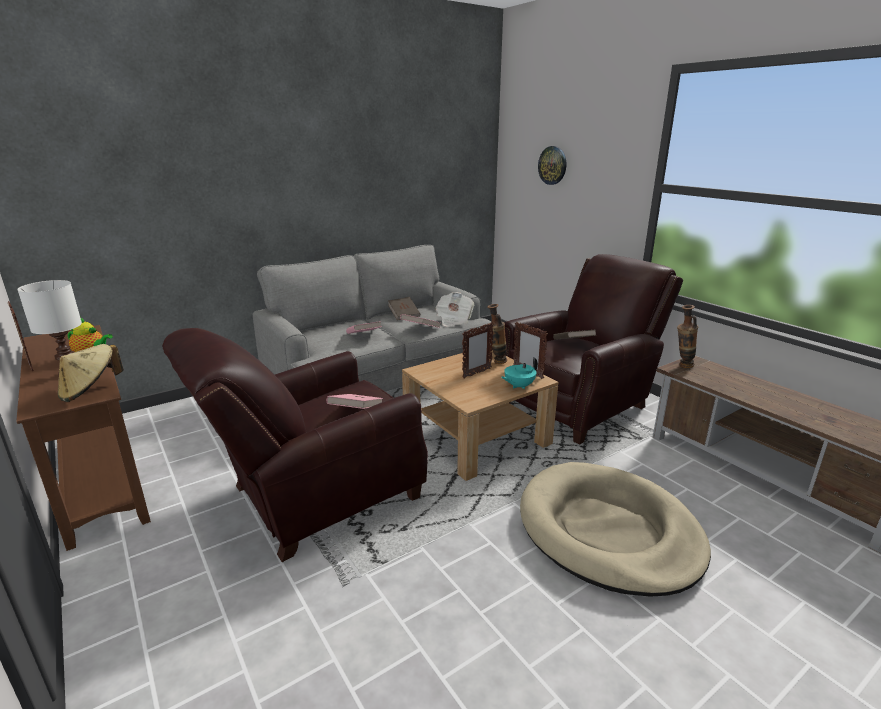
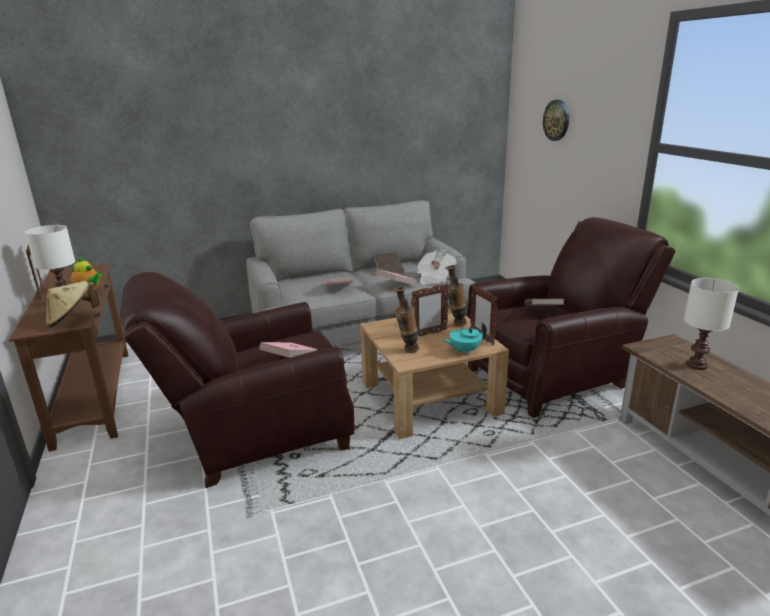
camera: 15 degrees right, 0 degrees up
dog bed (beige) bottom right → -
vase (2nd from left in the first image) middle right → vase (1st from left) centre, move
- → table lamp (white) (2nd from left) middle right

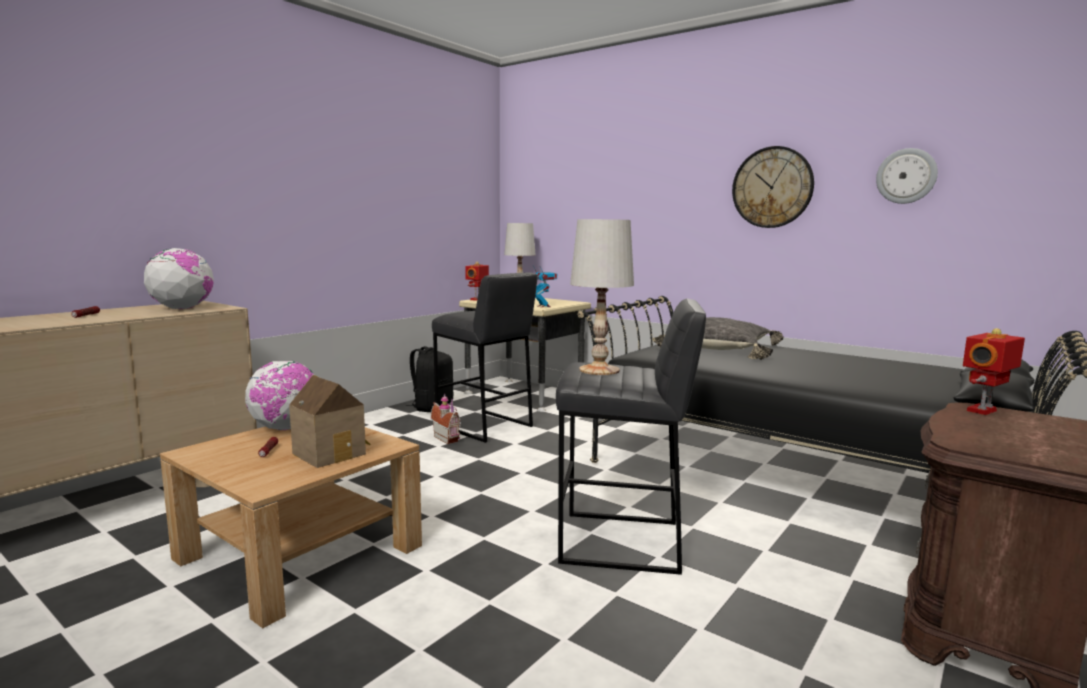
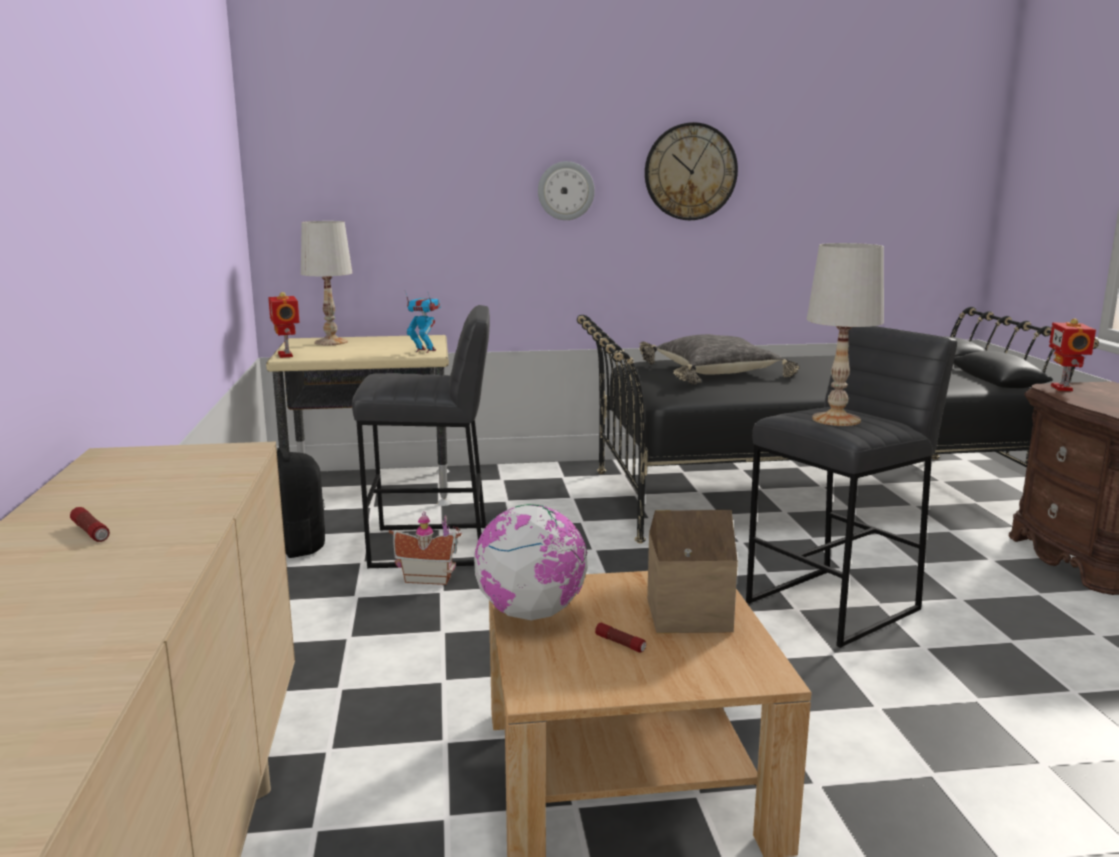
camera: 45 degrees left, 5 degrees up
globe (1st from left) middle left → -
wall clock (2nd from left in the first image) top right → wall clock (1st from left) top centre, move

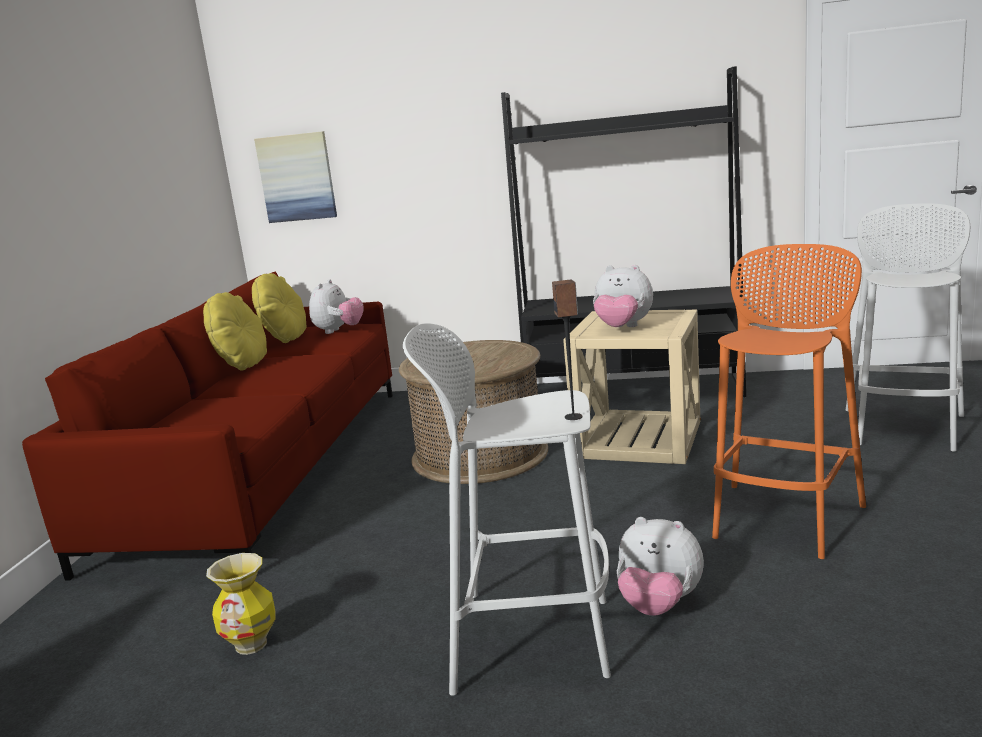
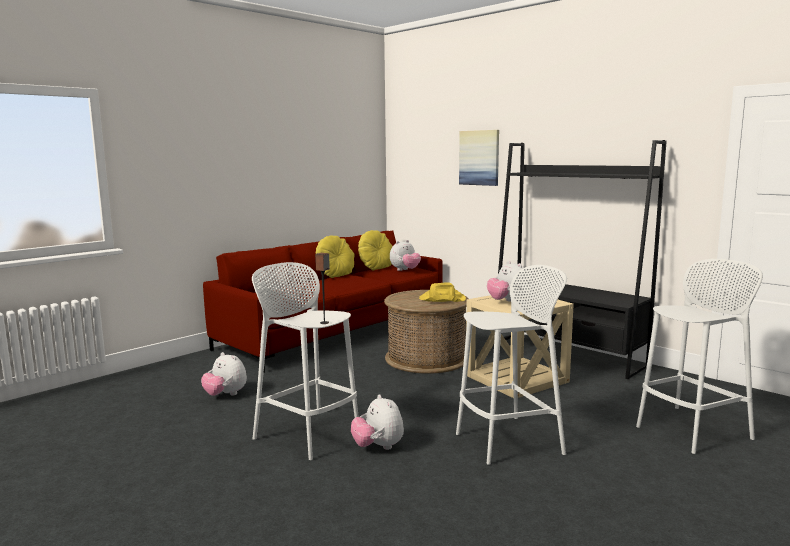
camera: 35 degrees right, 5 degrees down
vase bottom left → plush toy (1st from left) bottom left
picture top left → picture top centre, move
stool (orange) middle right → stool (white) (2nd from left) bottom centre
- → hat (yellow) centre

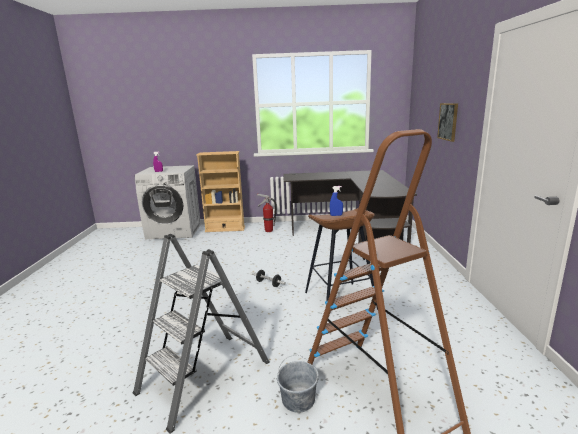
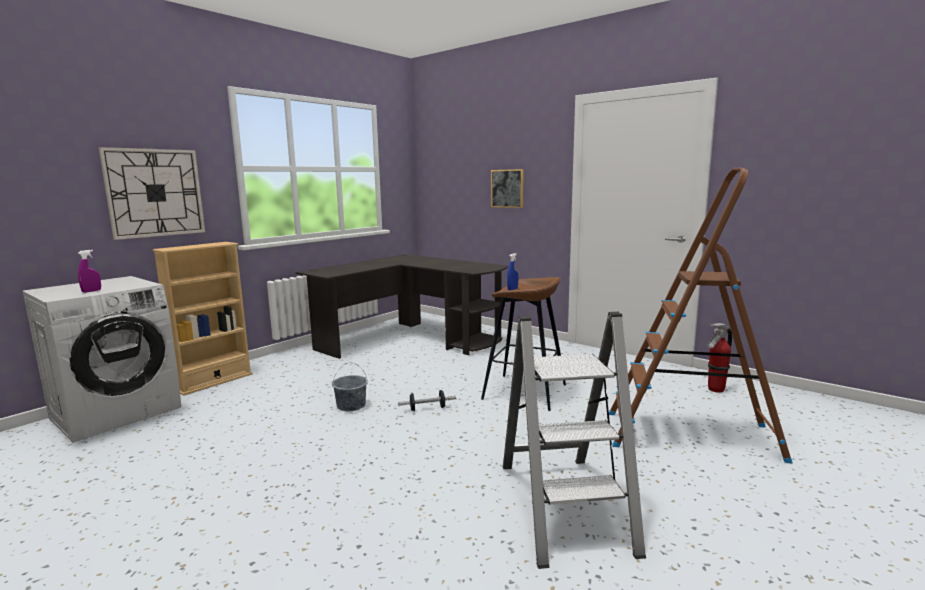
camera: 50 degrees left, 5 degrees down
fire extinguisher centre → fire extinguisher middle right, move
bucket (grey) bottom centre → bucket (grey) centre, move
- → wall clock top left

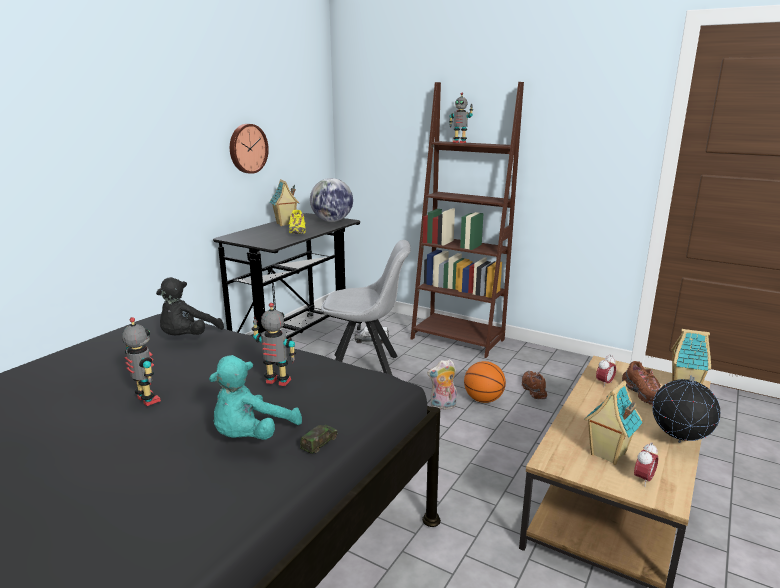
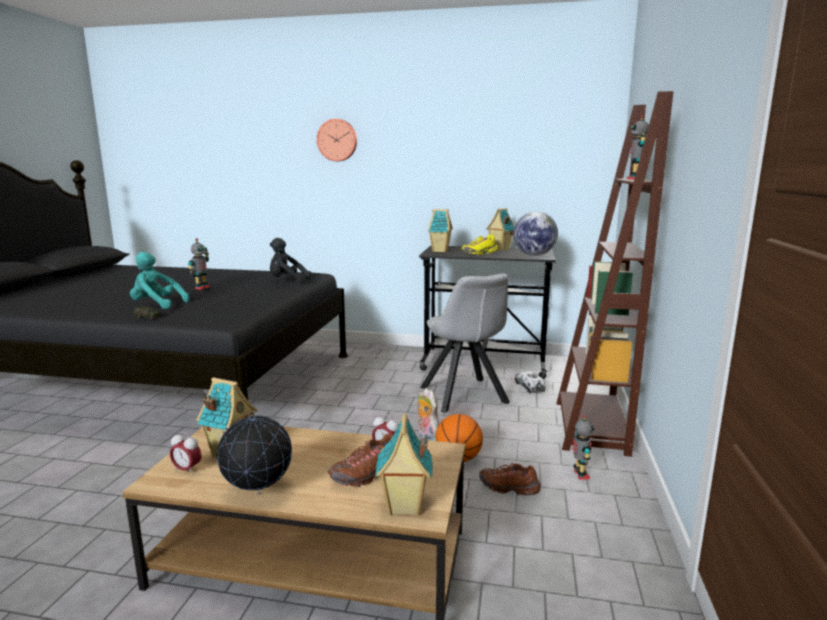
camera: 70 degrees right, 5 degrees down
wall clock top left → wall clock top centre, move
toy robot (2nd from left) centre → toy robot (2nd from left) bottom right, move
shoe (brown) (1st from left in the first image) middle right → shoe (brown) (2nd from left) bottom centre, 135 degrees counterclockwise
- → toy house (3rd from left) centre

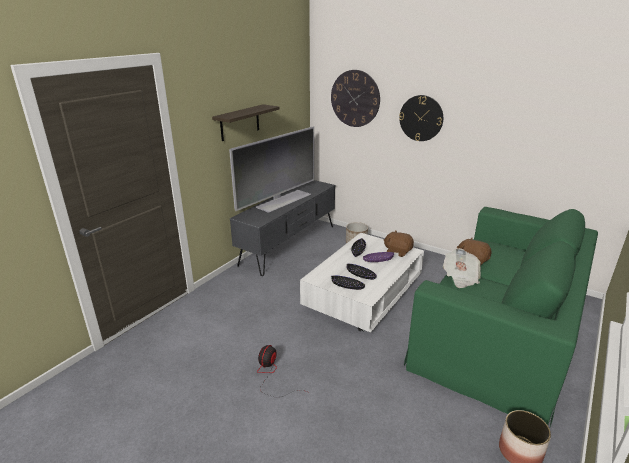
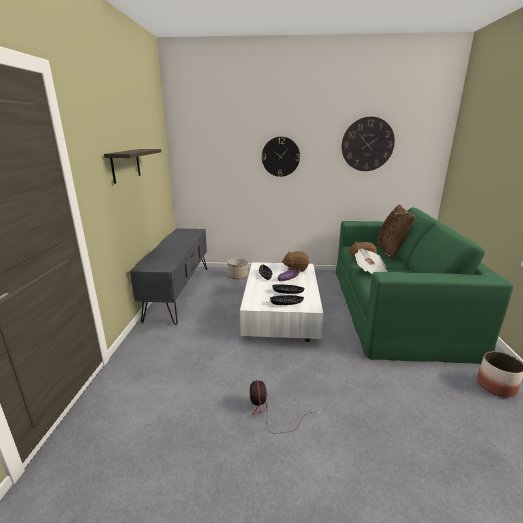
camera: 30 degrees left, 5 degrees down
television centre → -
wall clock (1st from left in the first image) top centre → wall clock (2nd from left) top right, move
- → pillow (brown) middle right

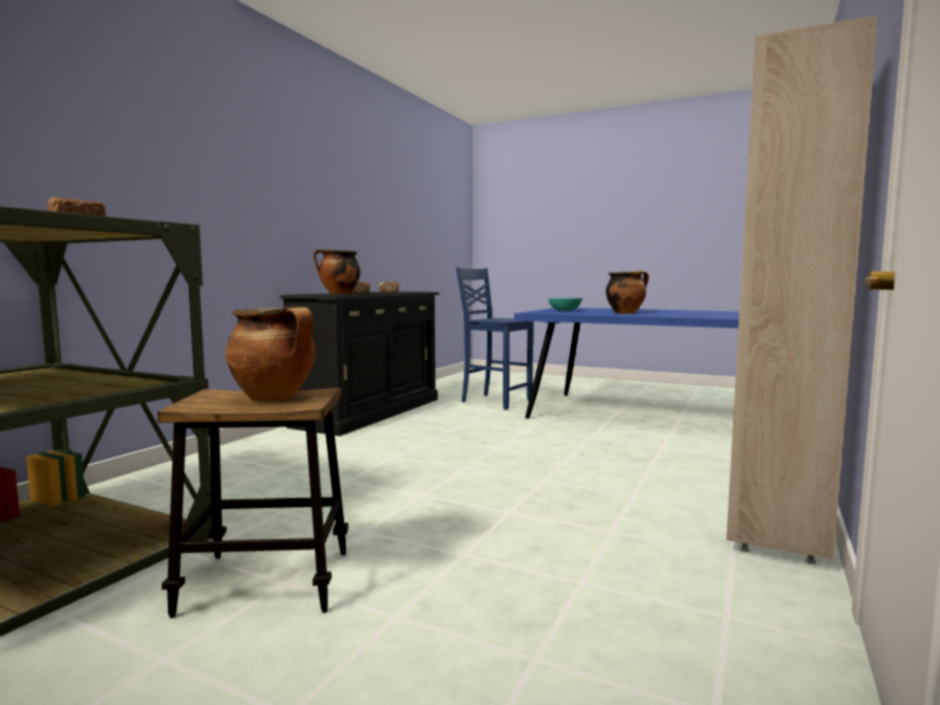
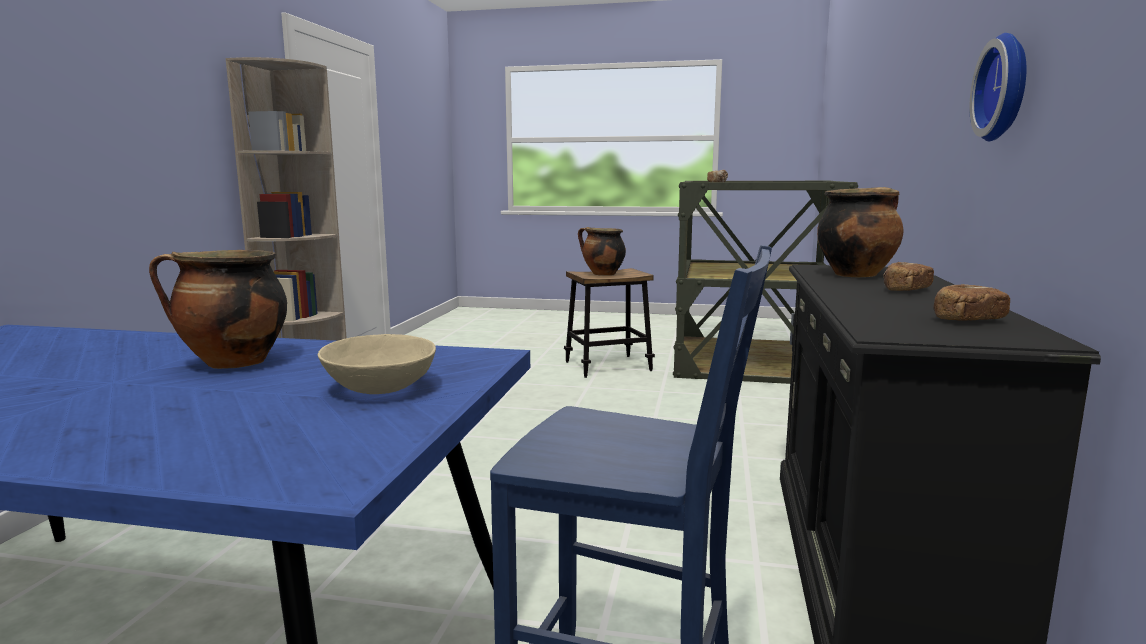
camera: 165 degrees right, 5 degrees up
bowl (turquoise) centre → bowl (beige) middle left
- → wall clock top right

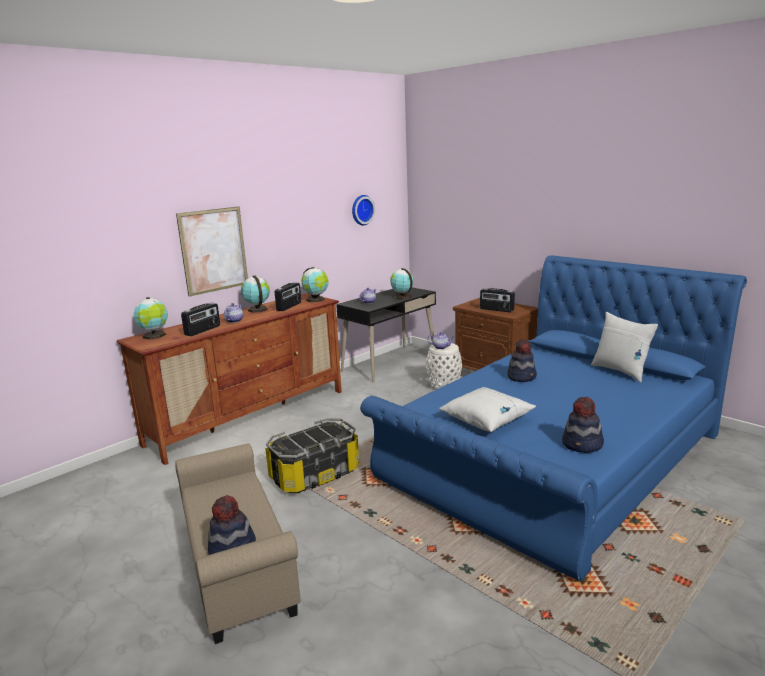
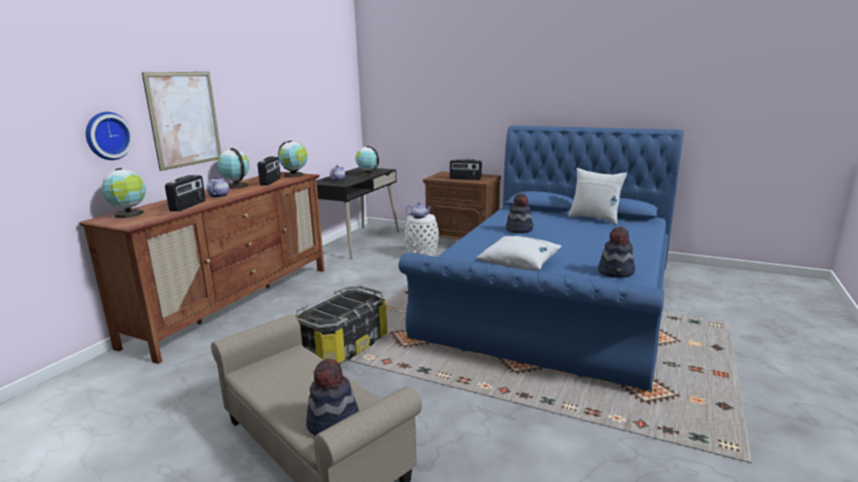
camera: 20 degrees left, 0 degrees up
wall clock top centre → wall clock top left, move

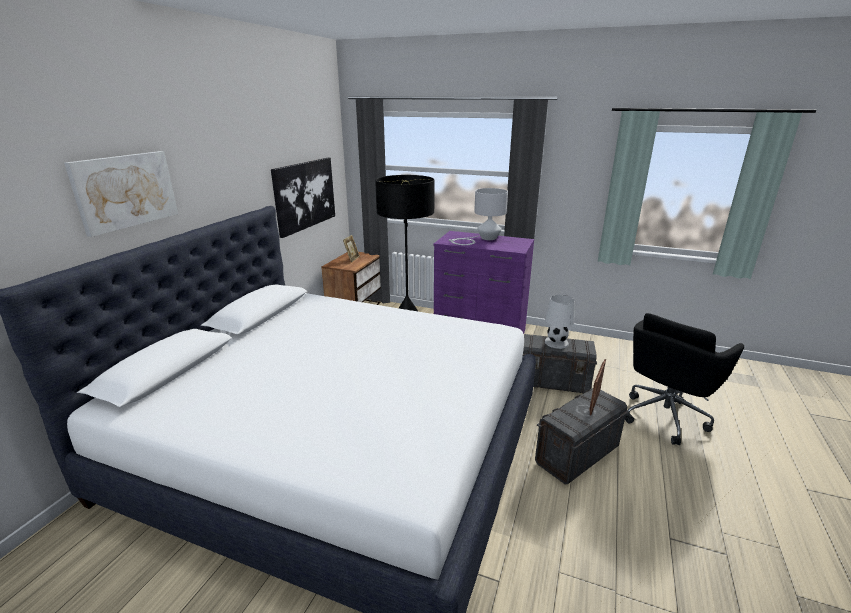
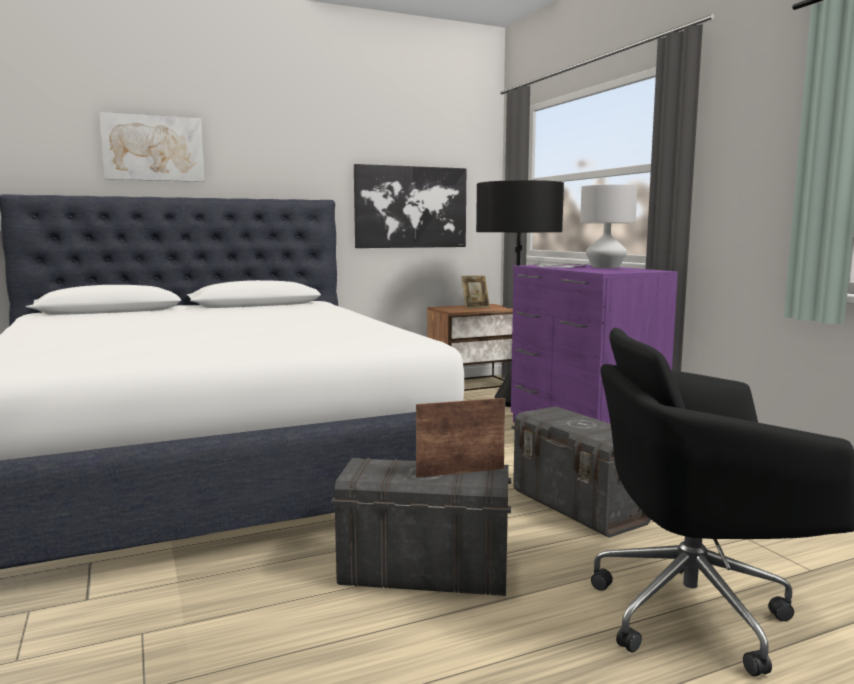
camera: 45 degrees right, 15 degrees down
table lamp (white) (2nd from left) centre → -

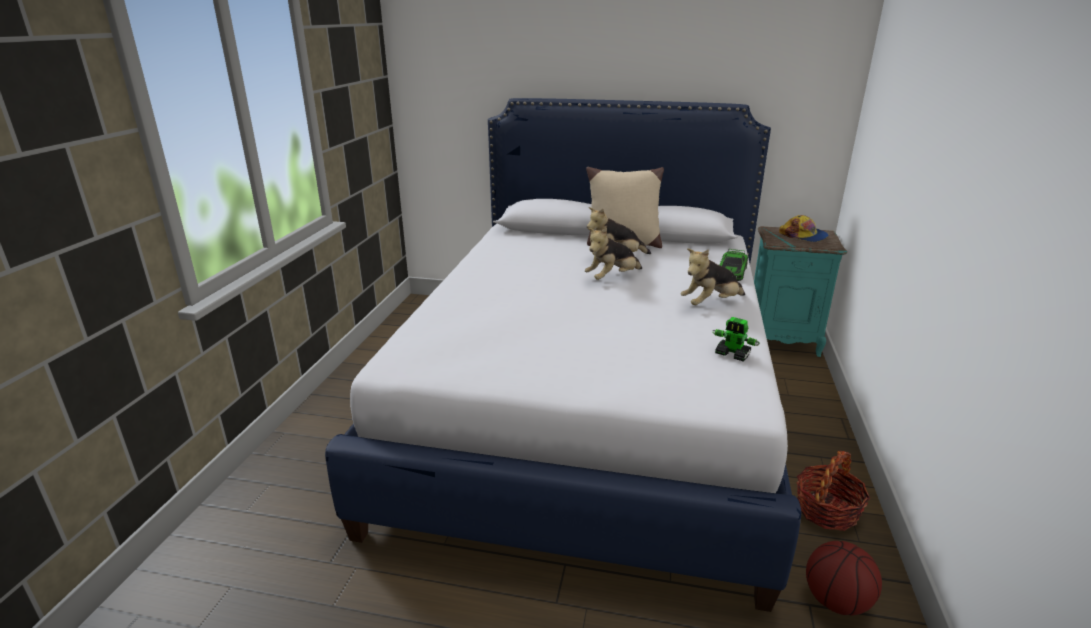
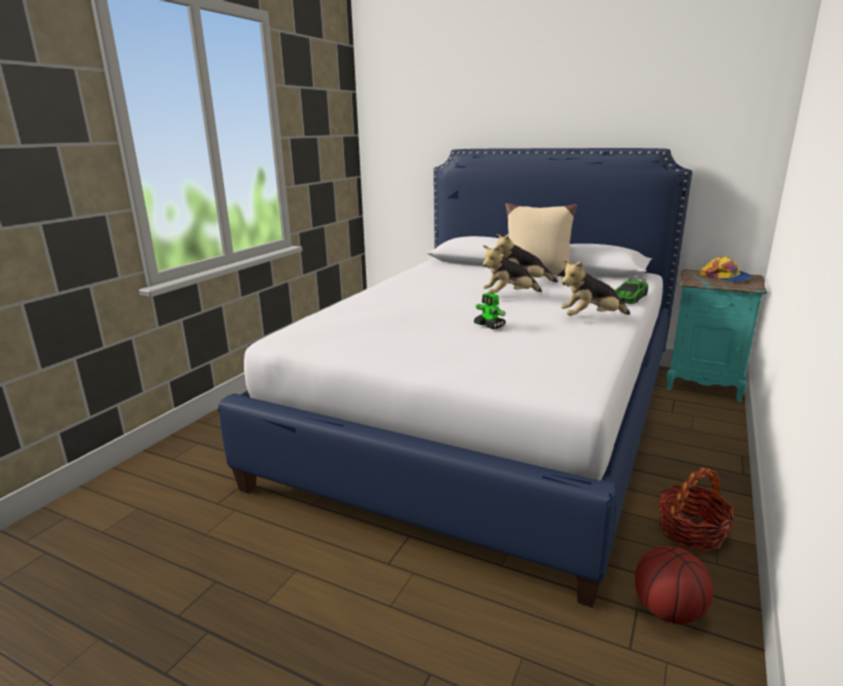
camera: 15 degrees right, 5 degrees down
toy robot middle right → toy robot centre, move

